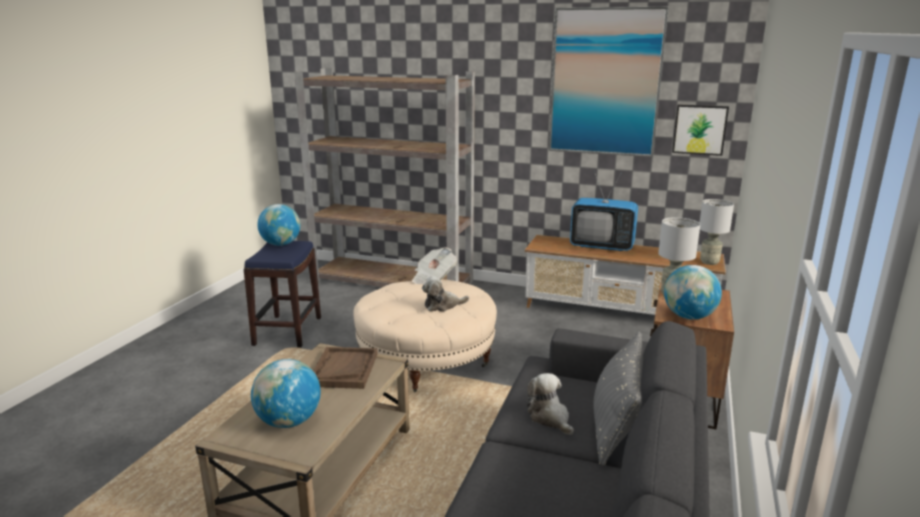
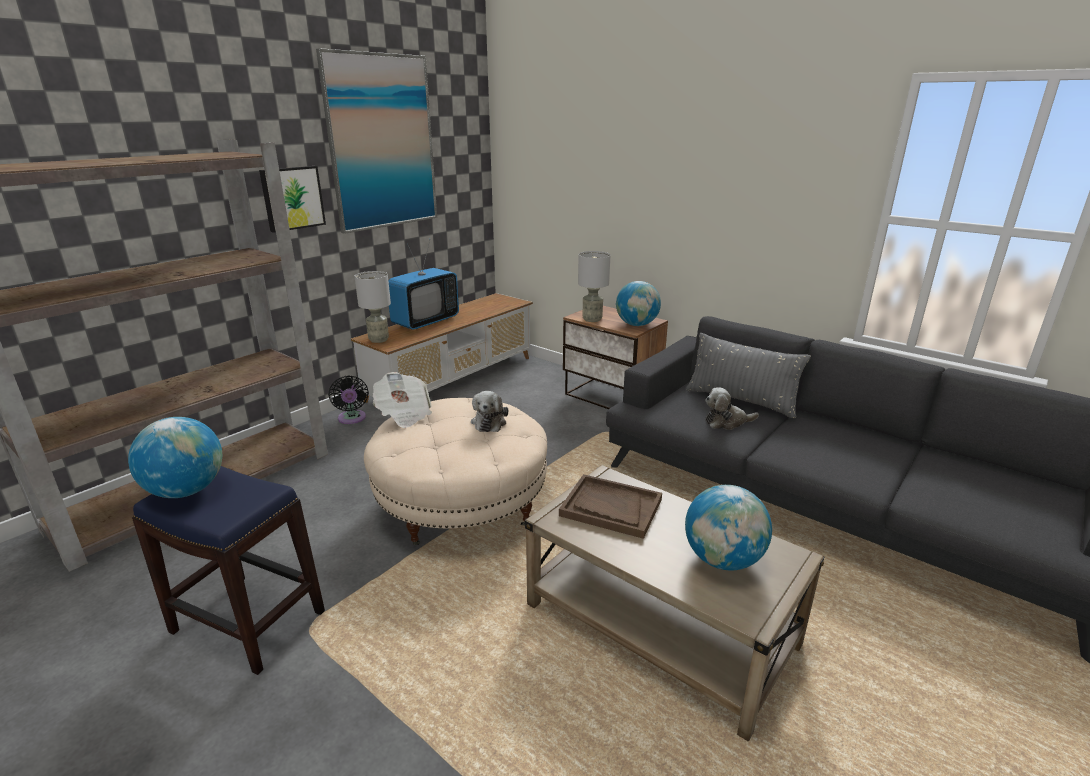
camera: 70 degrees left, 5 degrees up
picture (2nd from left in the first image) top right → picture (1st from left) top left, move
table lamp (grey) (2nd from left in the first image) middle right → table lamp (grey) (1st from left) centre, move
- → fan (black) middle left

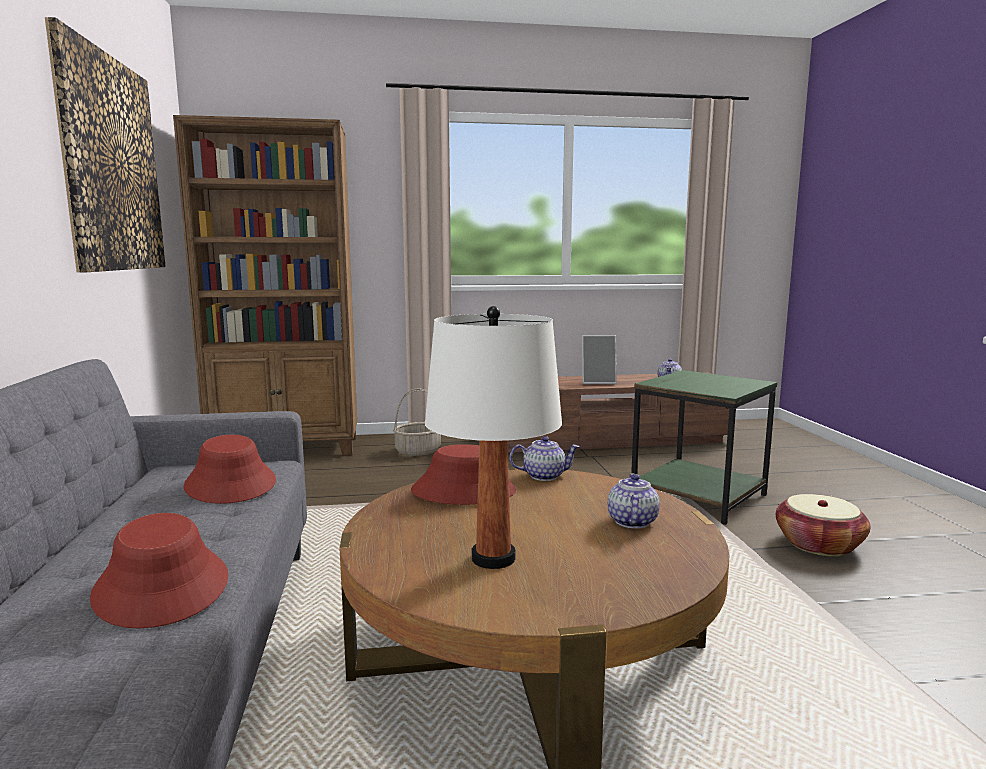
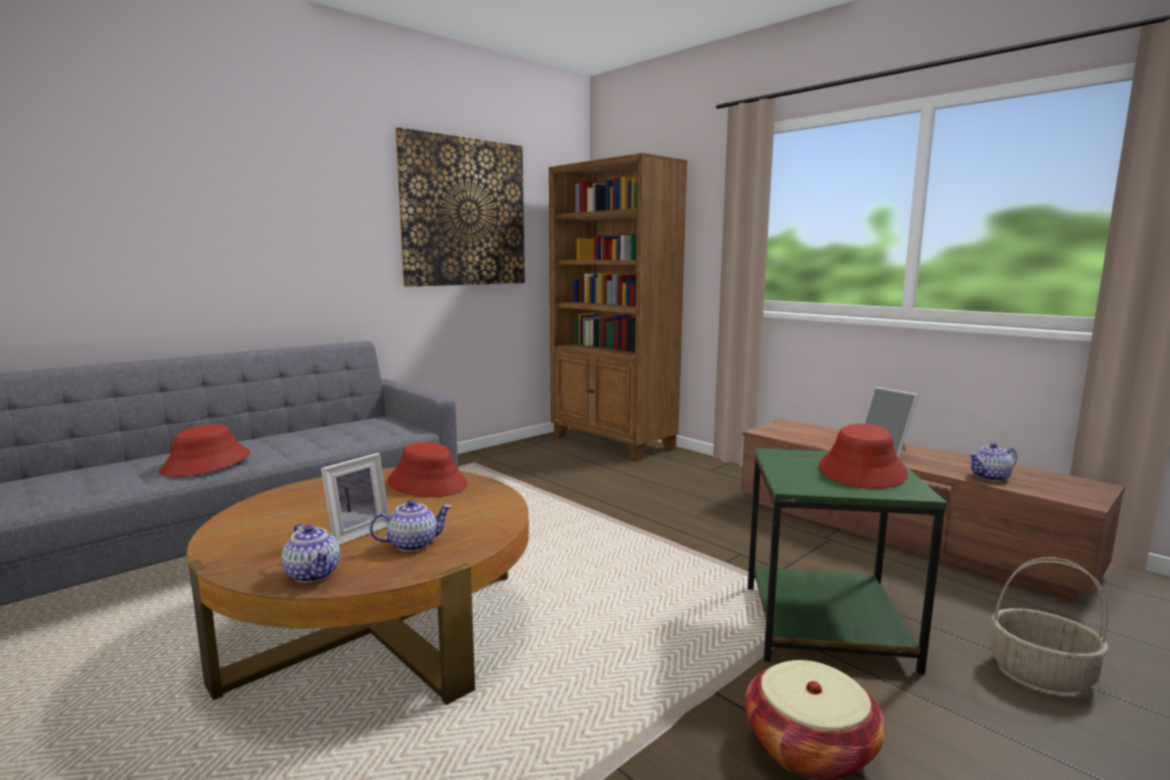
camera: 55 degrees right, 0 degrees up
hat (red) (2nd from left in the first image) middle left → hat (red) (3rd from left) middle right, move
basket (1st from left in the first image) centre → basket (2nd from left) bottom right, move
table lamp (white) centre → -
teapot (1st from left) centre → teapot (1st from left) bottom left, move
- → picture frame (1st from left) middle left

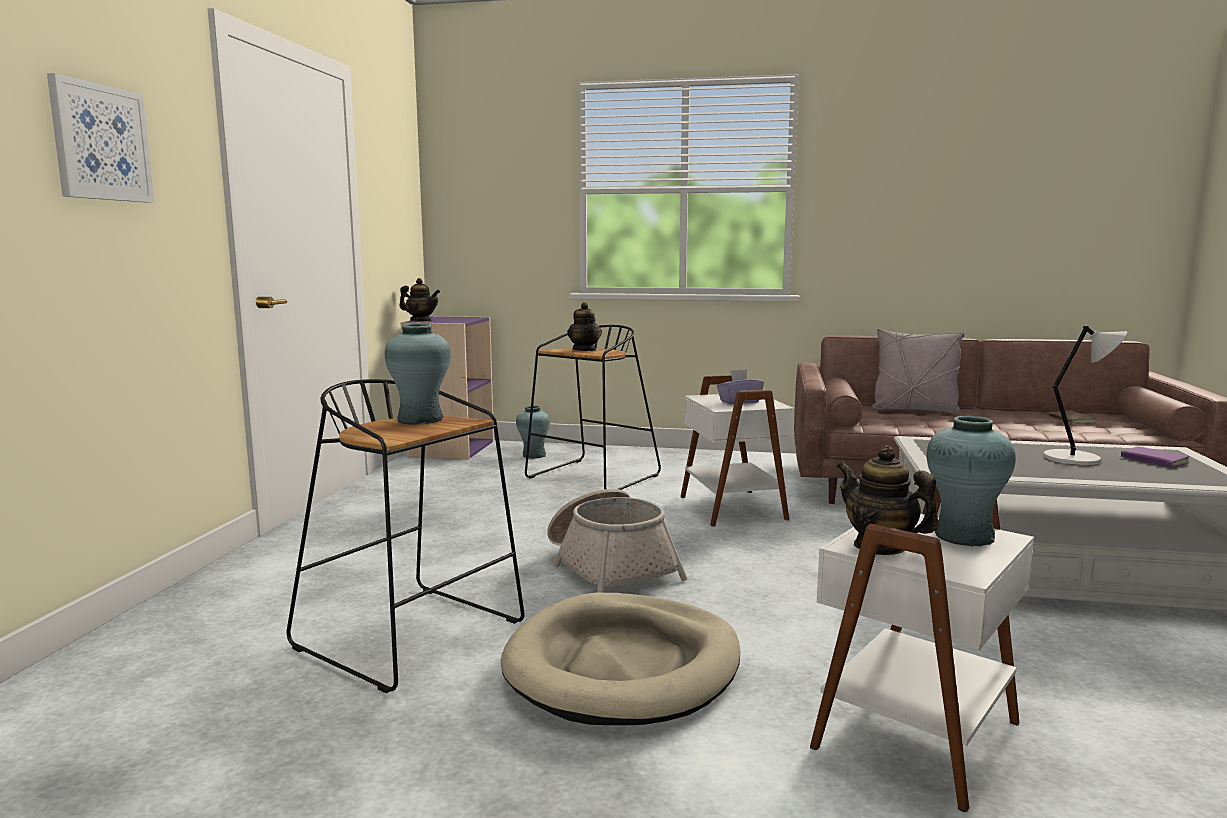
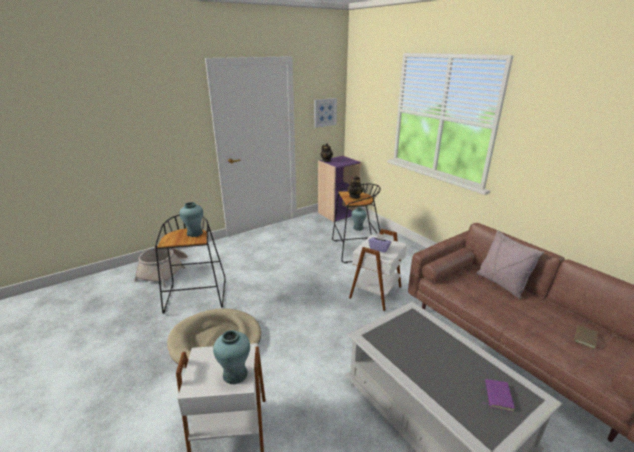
camera: 45 degrees right, 15 degrees up
picture top left → picture top centre, move
basket centre → basket middle left, move
teapot (3rd from left) middle right → -
table lamp (grey) middle right → -

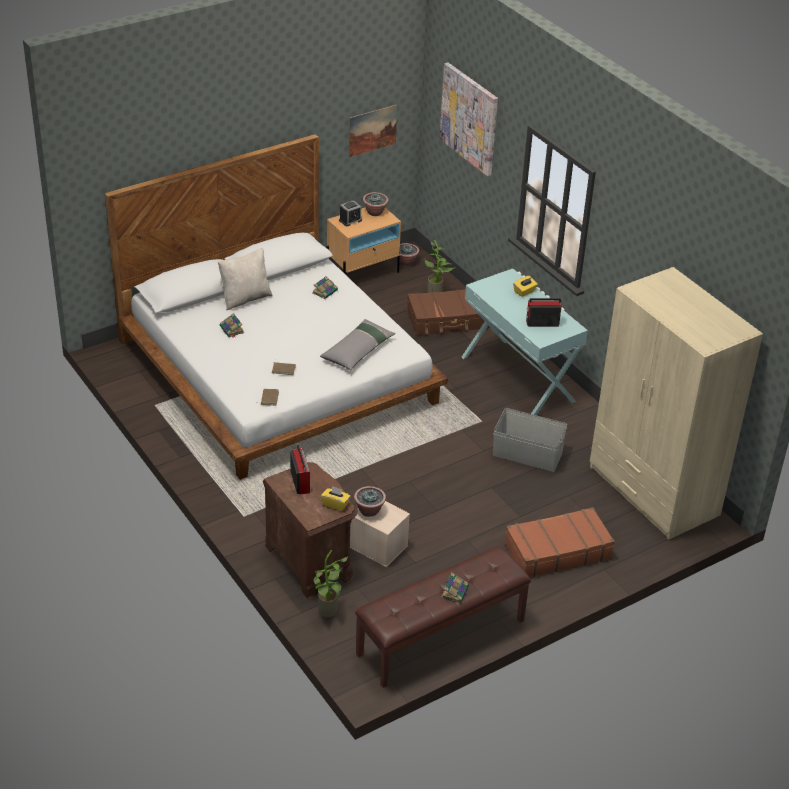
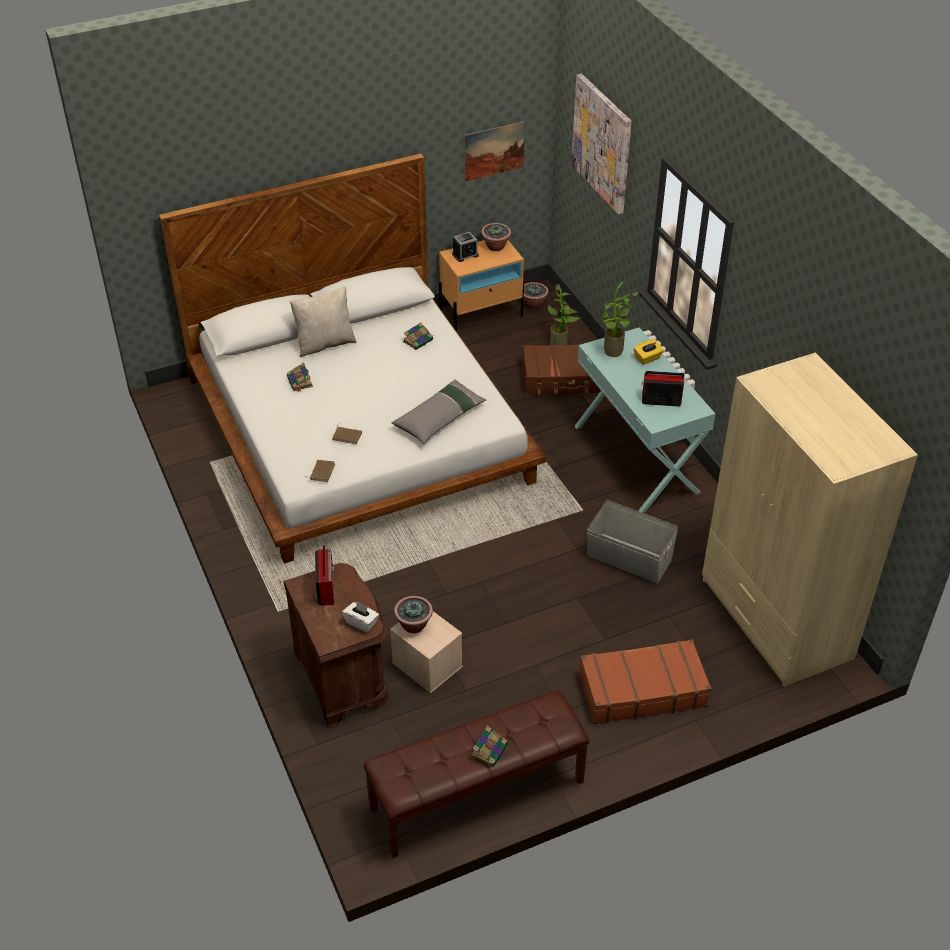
camera: 10 degrees right, 5 degrees up
potted plant (1st from left in the first image) bottom centre → potted plant (5th from left) centre, move
tissue box (yellow) (1st from left) centre → tissue box (white) centre

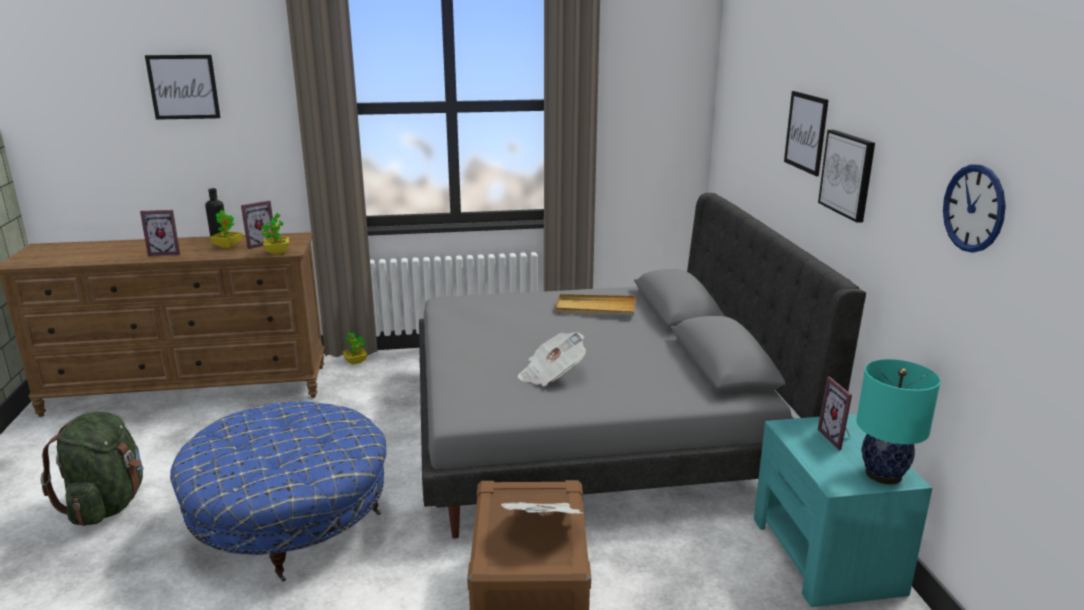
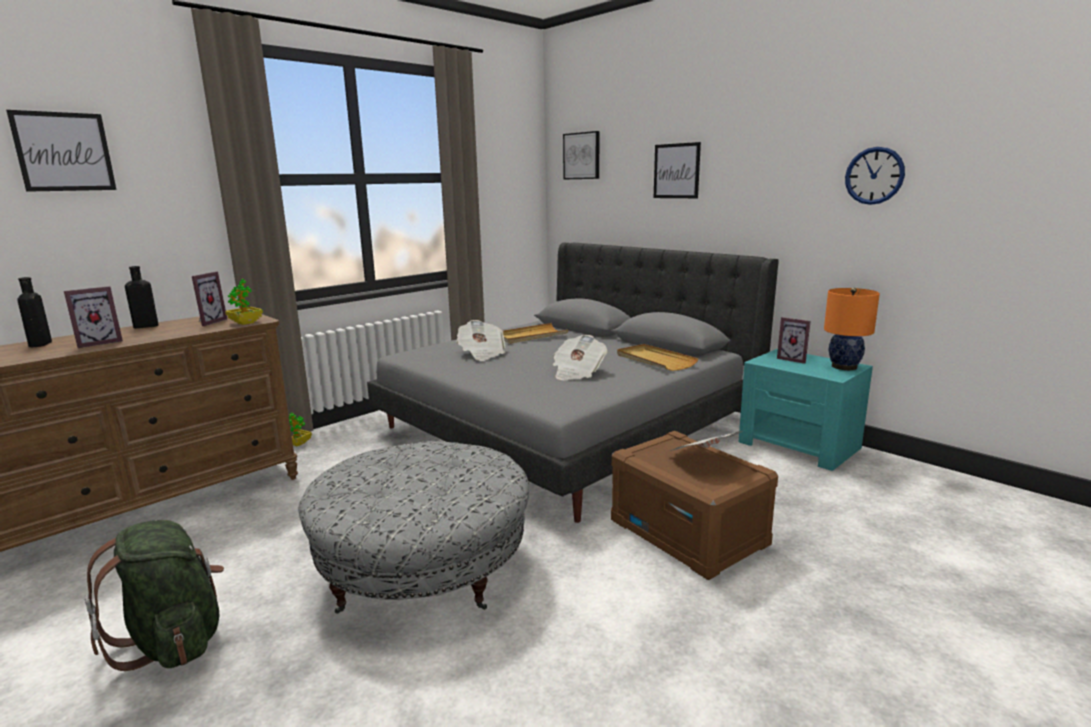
camera: 35 degrees left, 5 degrees down
ottoman (blue) bottom left → ottoman (grey) bottom centre
potted plant (1st from left) middle left → -
picture (3rd from left in the first image) top right → picture (2nd from left) top centre, move
table lamp (turquoise) bottom right → table lamp (orange) middle right
- → bottle (black) (1st from left) middle left
- → newspaper (1st from left) centre
- → tray (beige) (2nd from left) centre

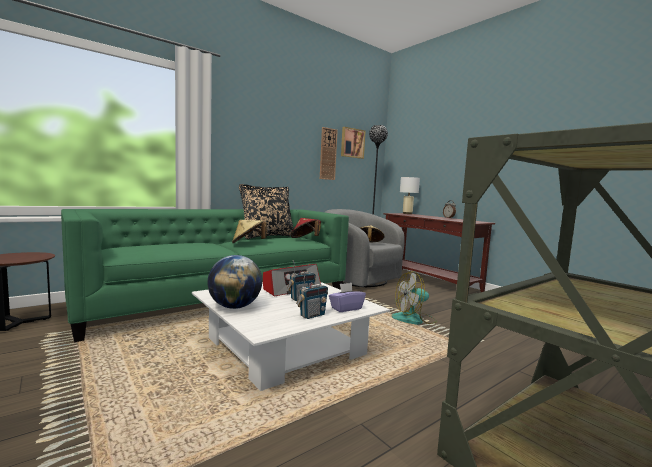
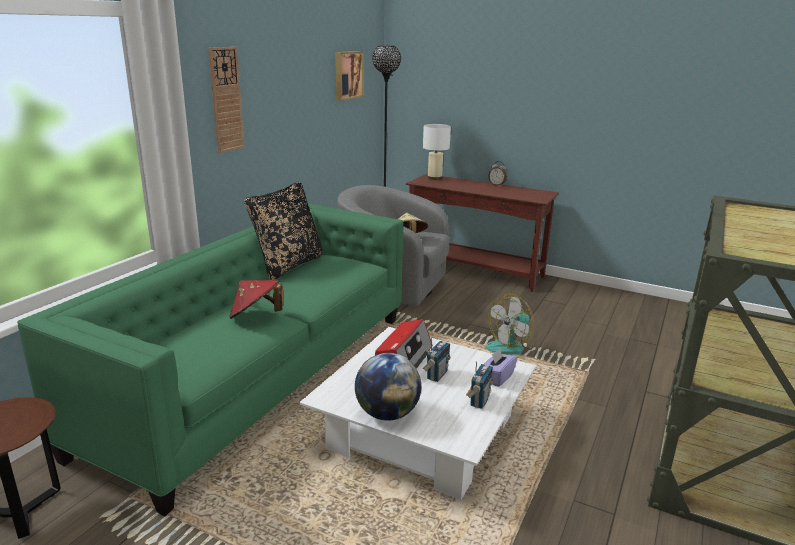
camera: 25 degrees left, 15 degrees up
hat (beige) (1st from left) centre → -
hat (red) centre → hat (red) middle left, move
wall clock top centre → wall clock top left, move

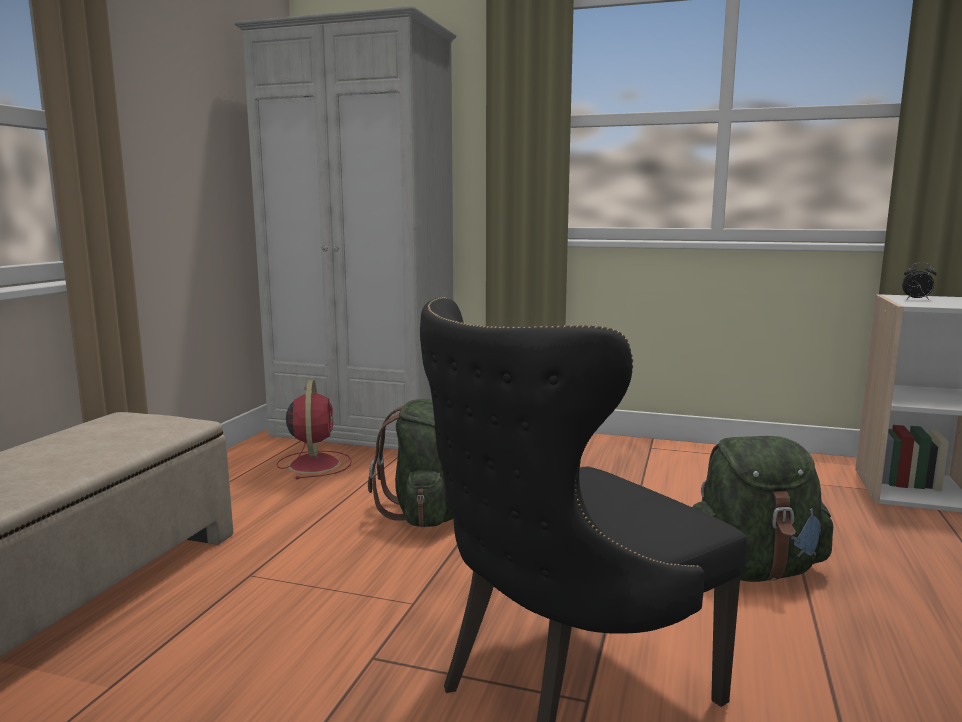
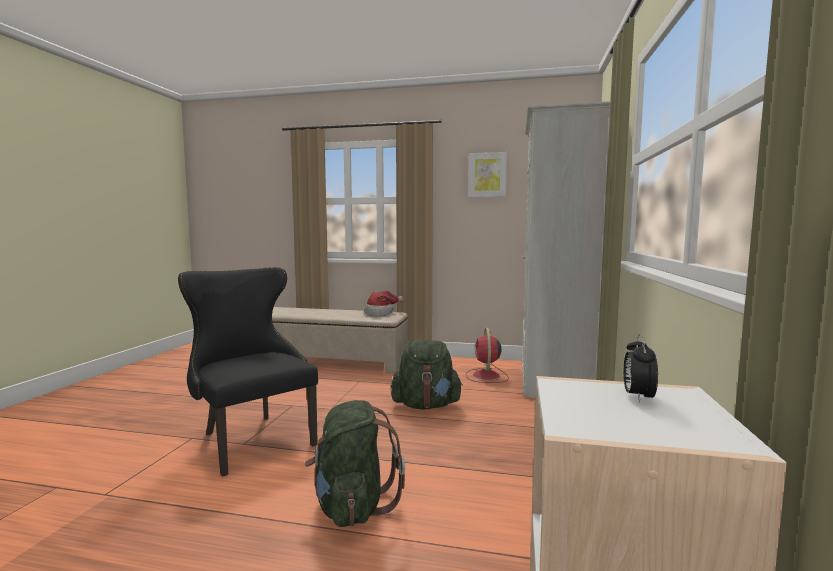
camera: 85 degrees right, 5 degrees down
fan (red) middle left → fan (red) centre, 105 degrees clockwise
- → hat centre
- → picture top centre

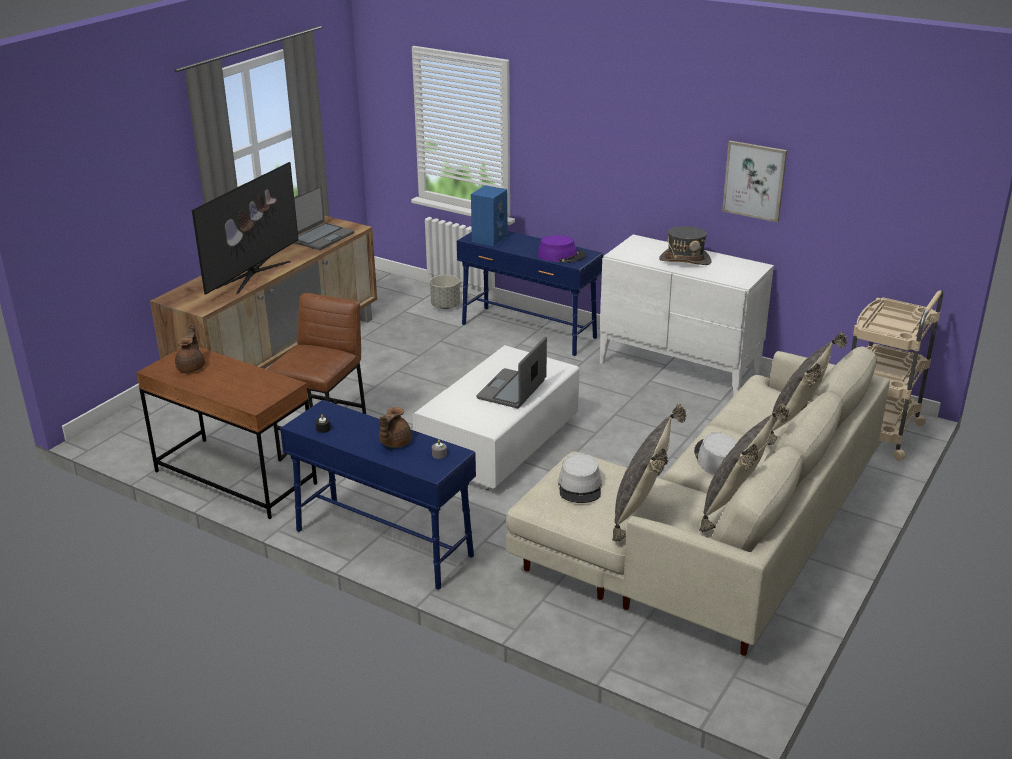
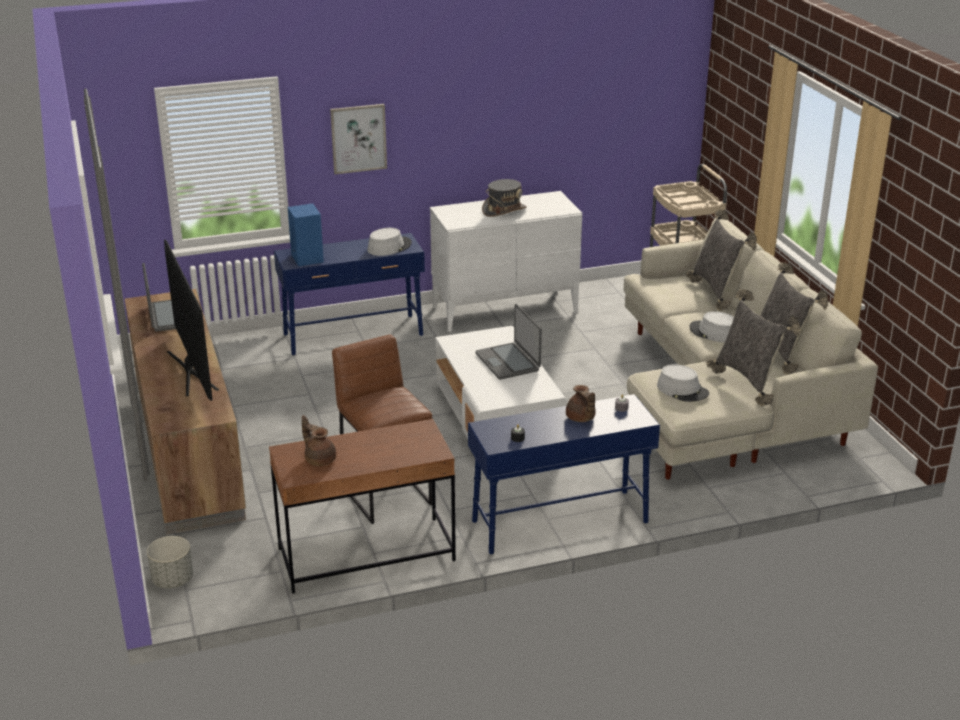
camera: 50 degrees left, 0 degrees up
planter (grey) centre → planter (grey) bottom left, move
hat (purple) top centre → hat (grey) (1st from left) centre
picture top right → picture top centre, move

